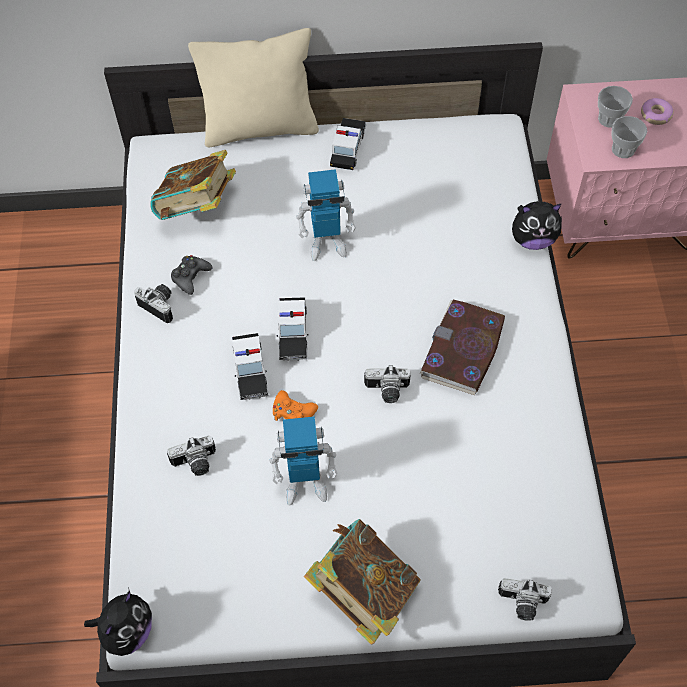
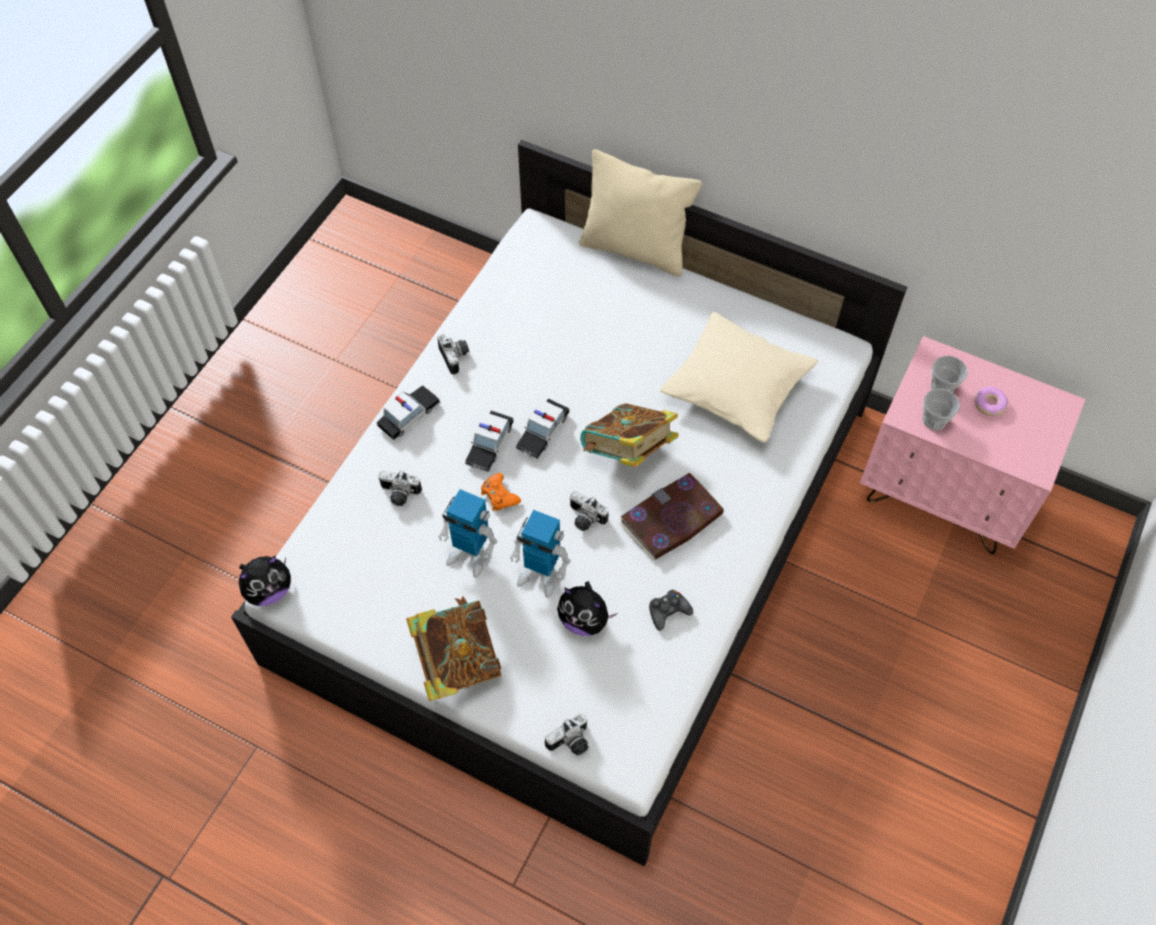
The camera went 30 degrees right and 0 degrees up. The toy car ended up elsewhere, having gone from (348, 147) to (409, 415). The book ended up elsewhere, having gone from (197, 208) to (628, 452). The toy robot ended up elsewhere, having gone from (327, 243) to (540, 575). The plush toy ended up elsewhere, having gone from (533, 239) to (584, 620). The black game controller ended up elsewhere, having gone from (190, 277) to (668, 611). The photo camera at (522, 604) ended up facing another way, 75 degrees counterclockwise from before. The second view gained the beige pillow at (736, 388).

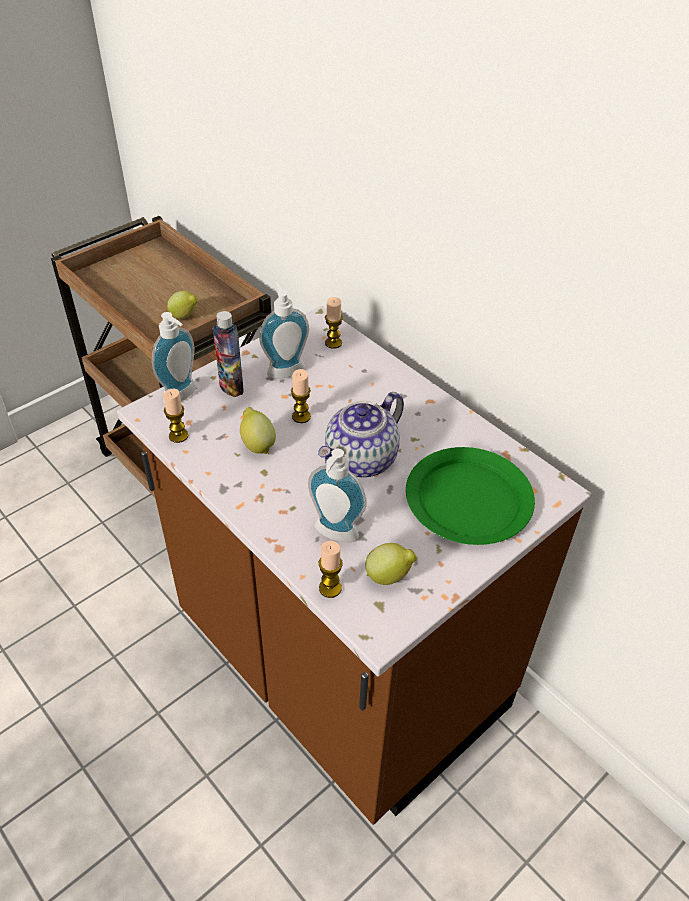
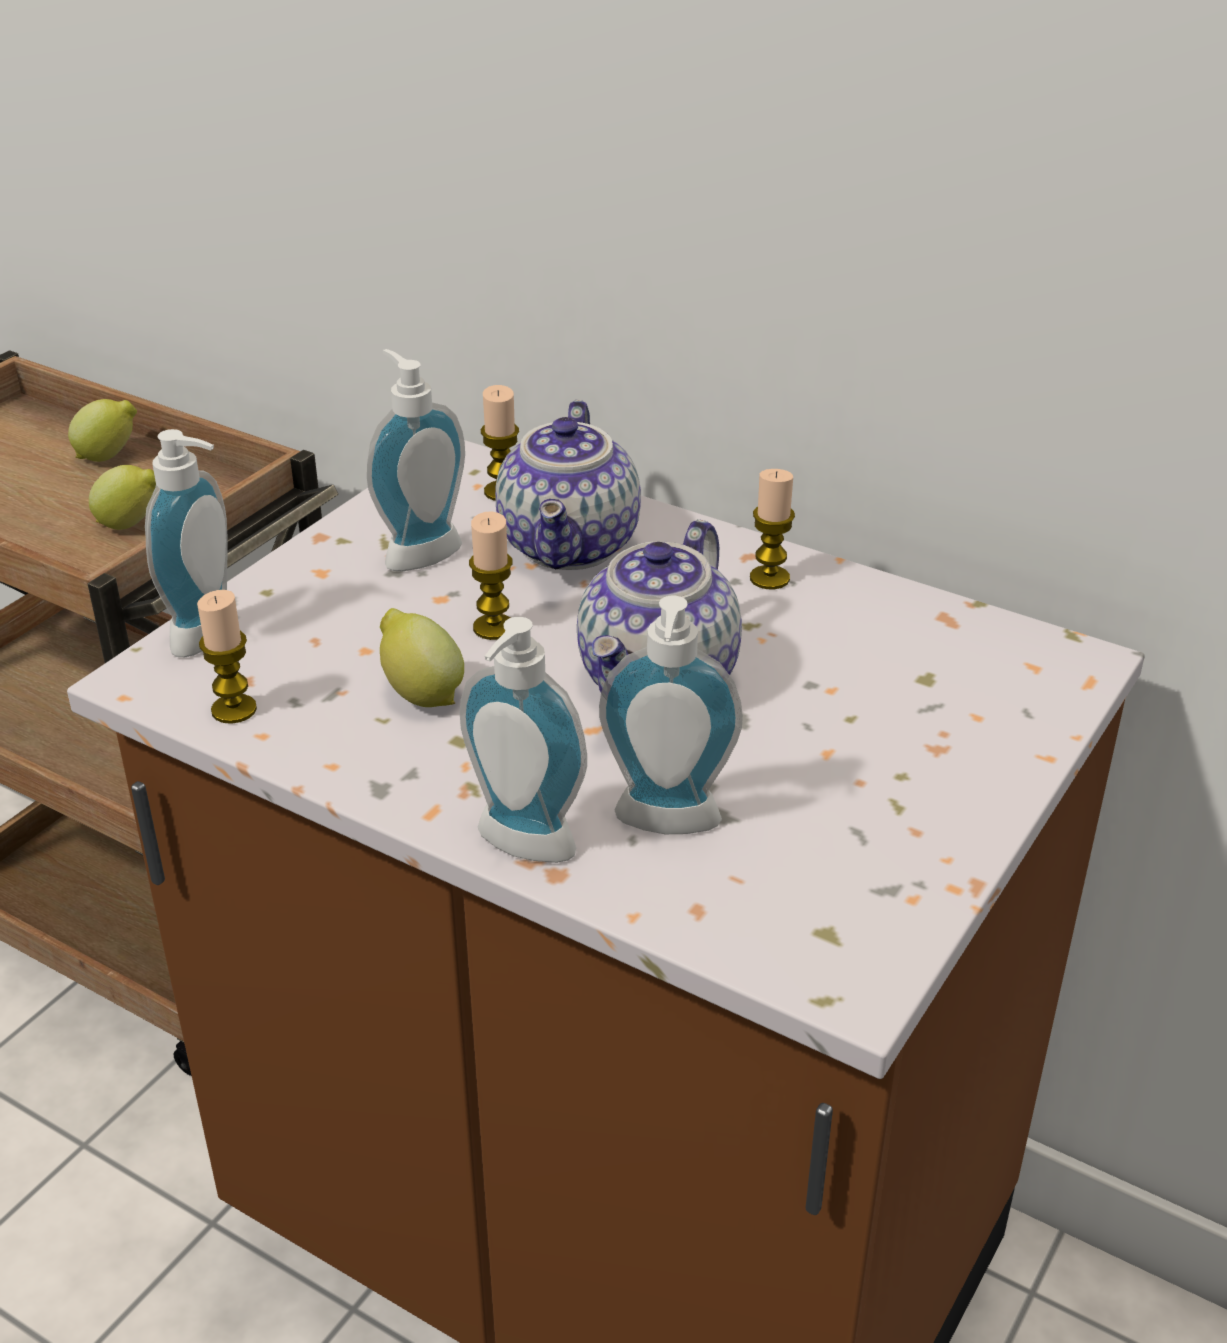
The camera went 15 degrees left and 10 degrees down. The second view lost the bottle at (231, 387). The second view lost the green plate at (468, 500). The candle ended up elsewhere, having gone from (330, 588) to (769, 578). The lemon ended up elsewhere, having gone from (389, 576) to (109, 457). The second view gained the teapot at (572, 547). The second view gained the soap dispenser at (520, 848).

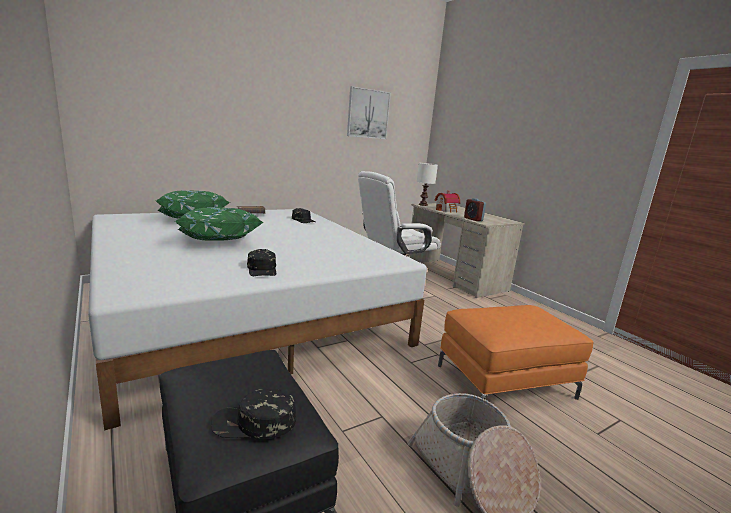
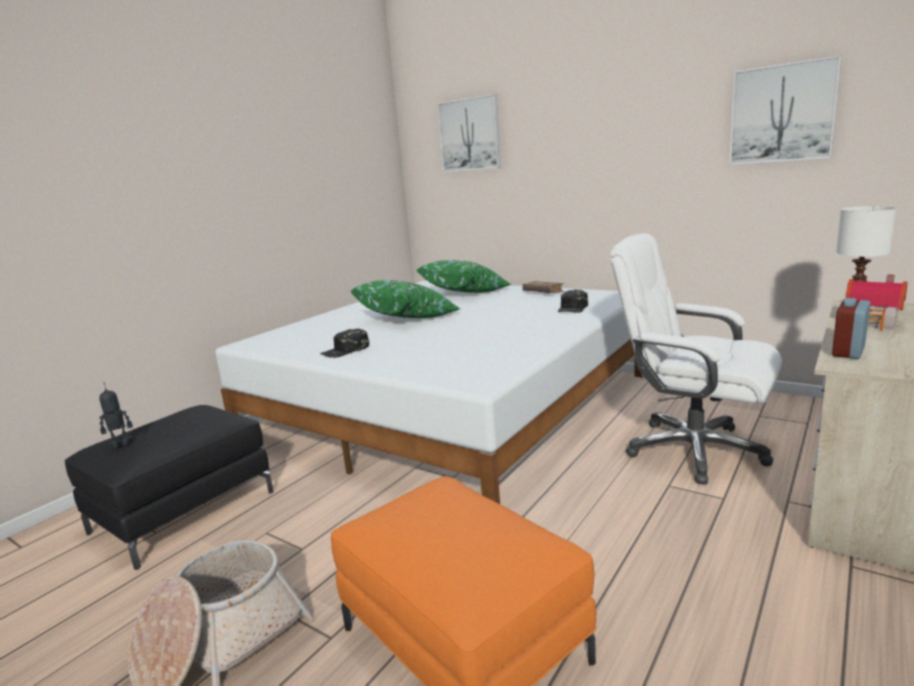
The camera went 70 degrees right and 0 degrees up. Where the black cap stood at (254, 423), the toy robot came to stand at (121, 444). The second view gained the picture at (470, 134).

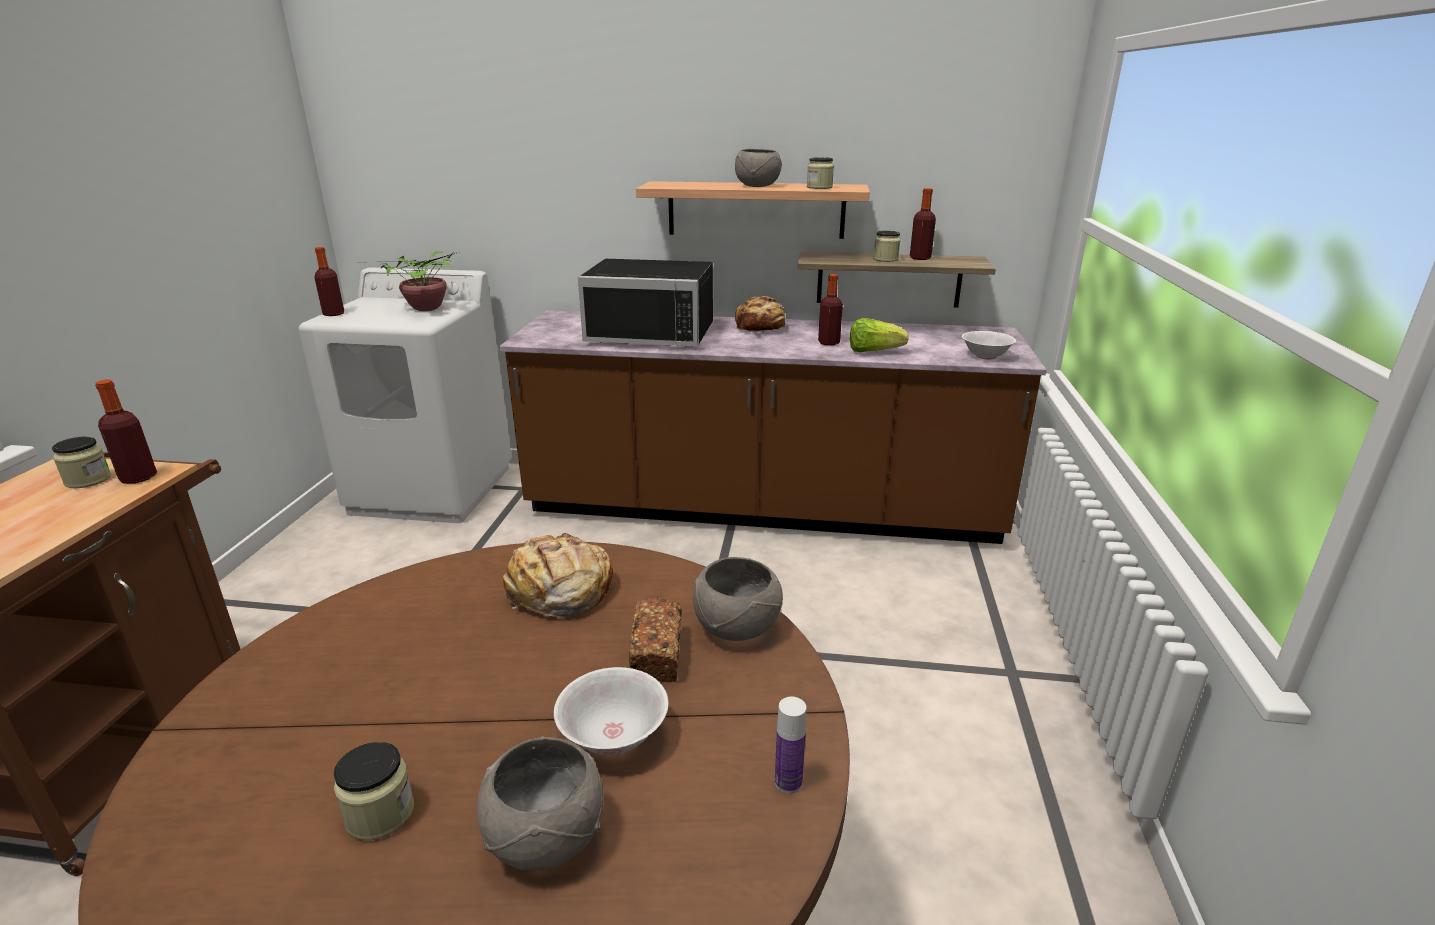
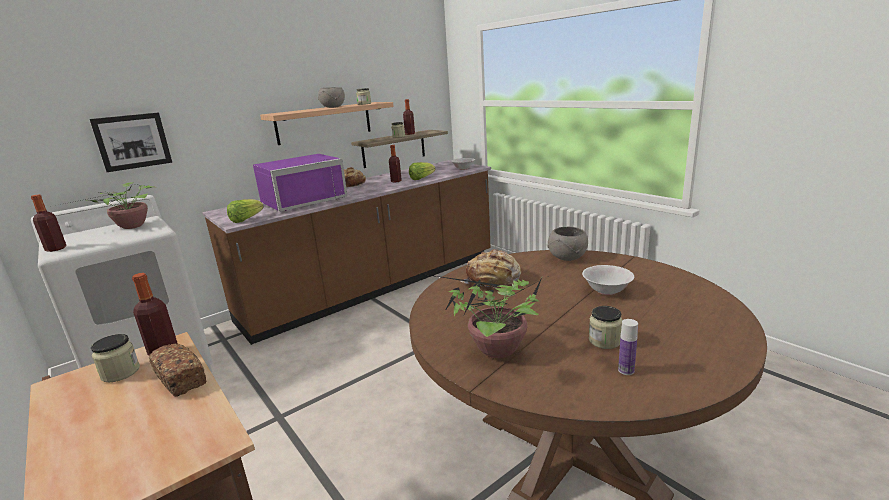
The camera went 45 degrees left and 5 degrees down. What was the black microwave at (653, 332) turned into the purple microwave at (302, 200). The bread ended up elsewhere, having gone from (657, 655) to (181, 380). The bottle ended up elsewhere, having gone from (788, 782) to (626, 370). The second view lost the grey bowl at (546, 839). The second view gained the picture at (132, 141). The second view gained the lettuce at (246, 219). The second view gained the potted plant at (494, 349).

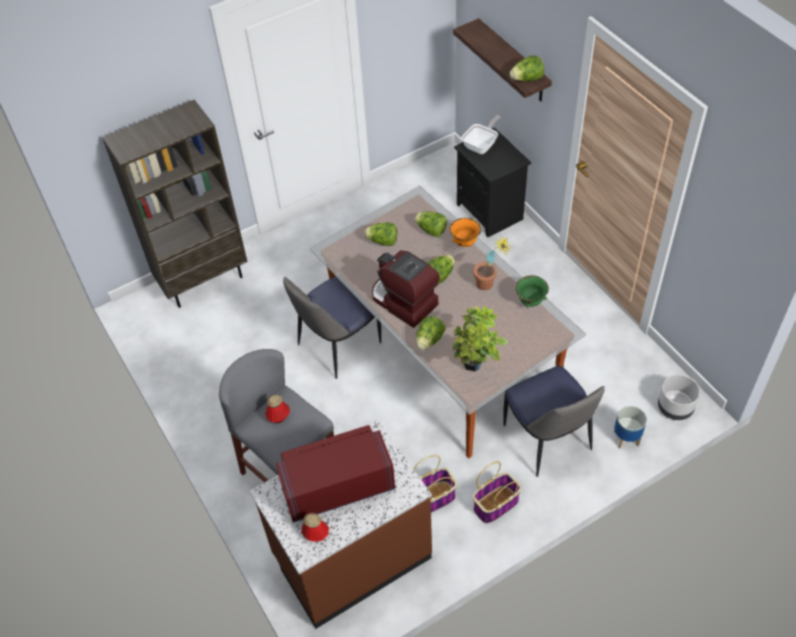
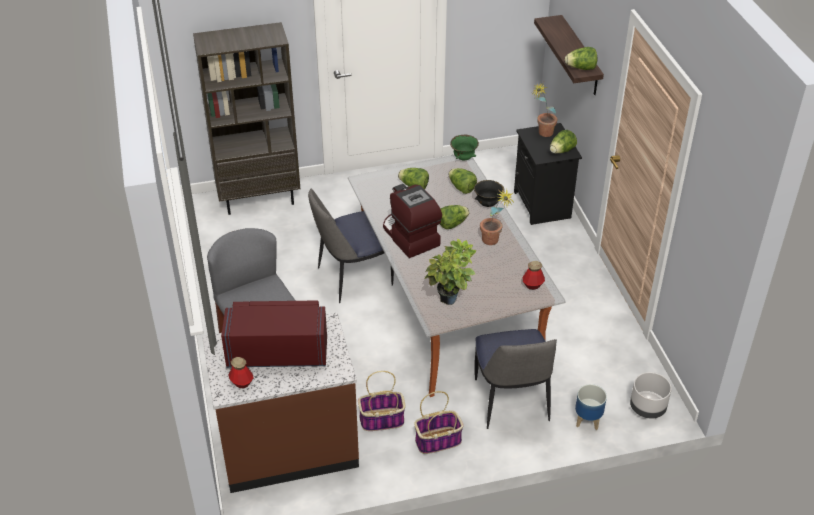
The camera went 15 degrees right and 10 degrees down. Where the frying pan stood at (481, 145), the potted plant came to stand at (542, 134). What was the orange bowl at (465, 243) turned into the black bowl at (488, 204). The green bowl ended up elsewhere, having gone from (530, 301) to (463, 158). The lettuce ended up elsewhere, having gone from (429, 340) to (561, 151). The bottle ended up elsewhere, having gone from (278, 417) to (533, 285).

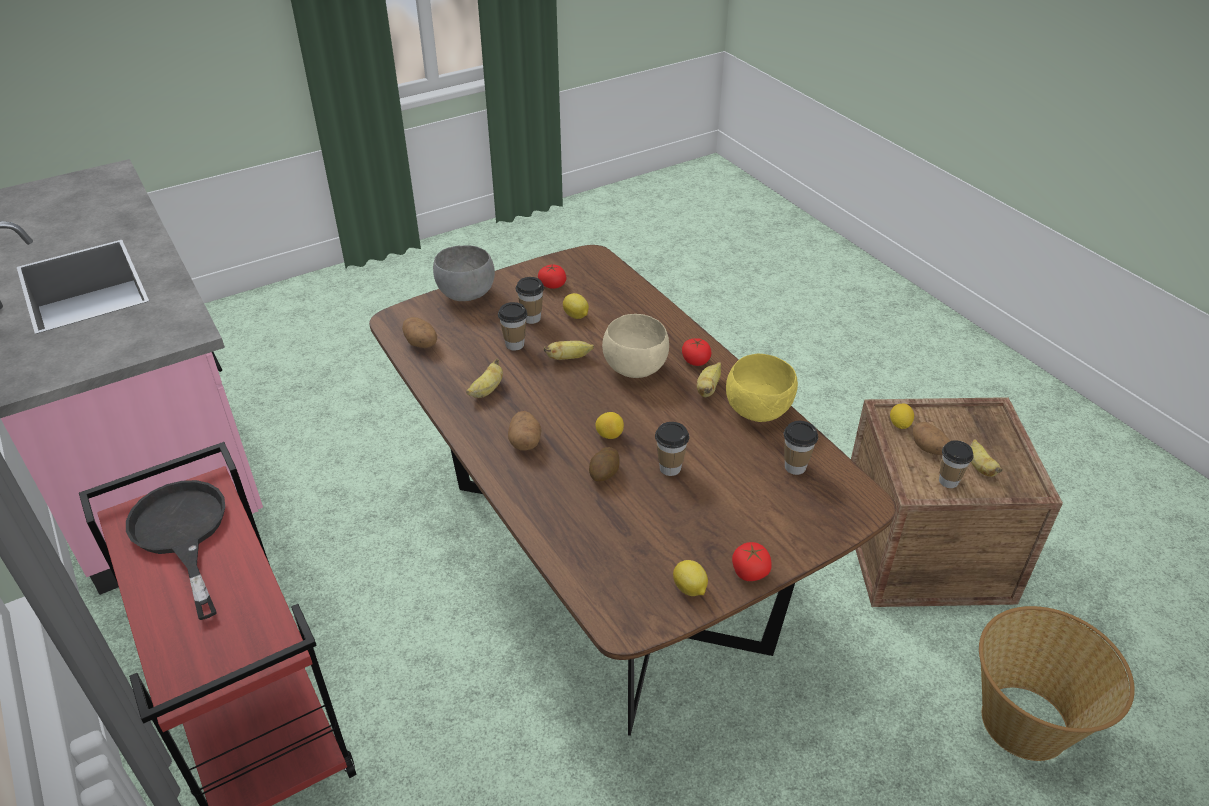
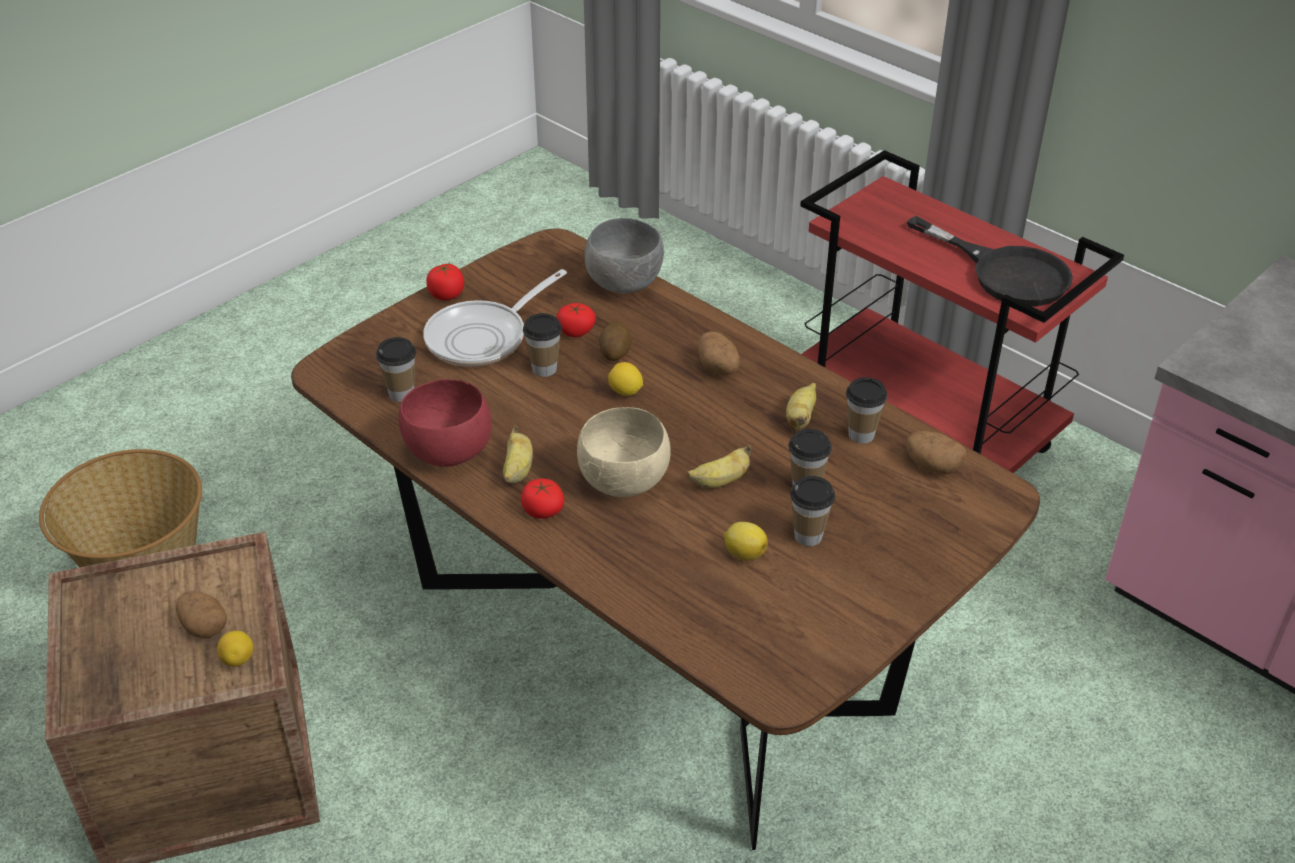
The camera went 165 degrees right and 0 degrees up. The grey bowl ended up elsewhere, having gone from (465, 294) to (626, 284). The tomato ended up elsewhere, having gone from (552, 285) to (576, 331). What was the yellow bowl at (759, 410) turned into the red bowl at (447, 453). The second view lost the banana at (979, 467). The cup ended up elsewhere, having gone from (948, 481) to (861, 435). The second view lost the lemon at (690, 589). The second view gained the frying pan at (483, 337).

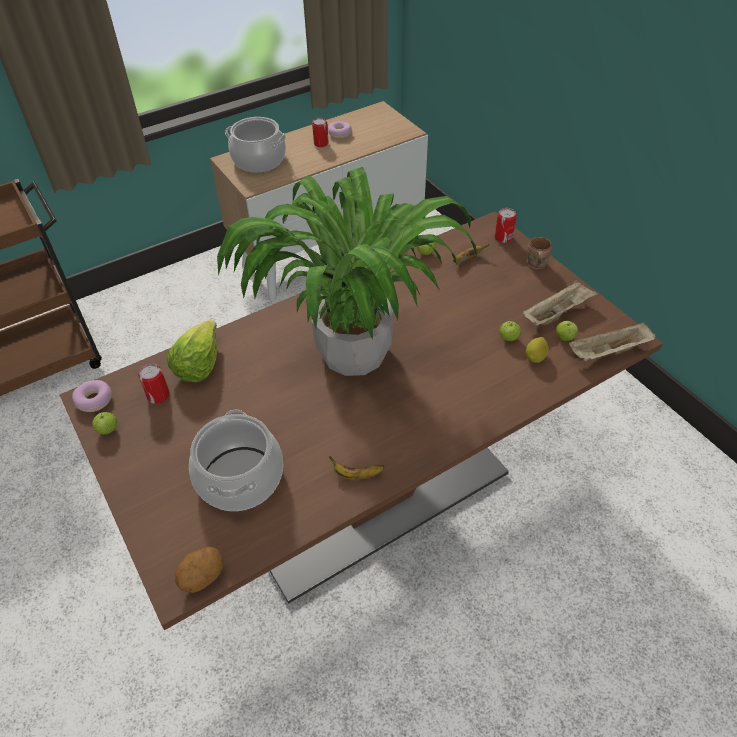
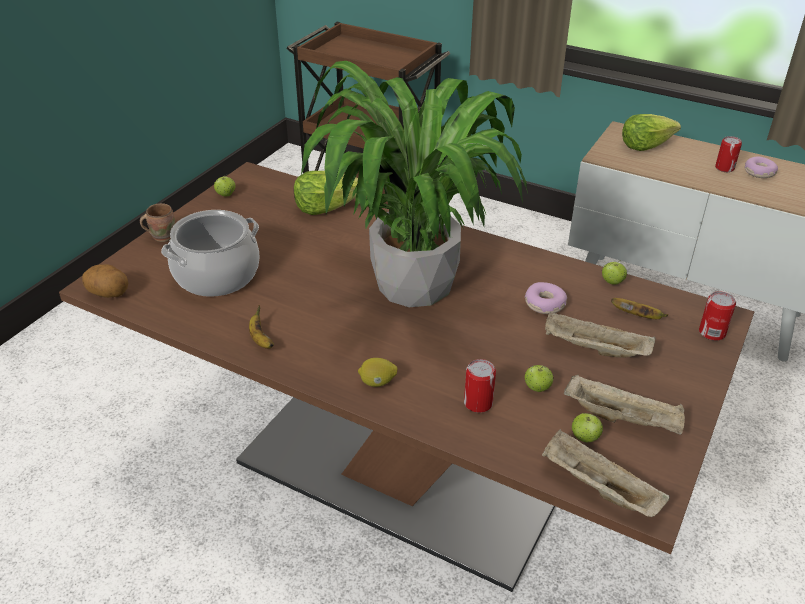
The camera went 60 degrees right and 10 degrees down. Where the cooking pot stood at (258, 160), the lettuce came to stand at (645, 145). The brown mug ended up elsewhere, having gone from (535, 265) to (162, 236). The lemon ended up elsewhere, having gone from (535, 357) to (377, 382). The can ended up elsewhere, having gone from (158, 395) to (478, 403). The donut ended up elsewhere, having gone from (94, 400) to (544, 304). The second view gained the beige tray at (593, 349).

